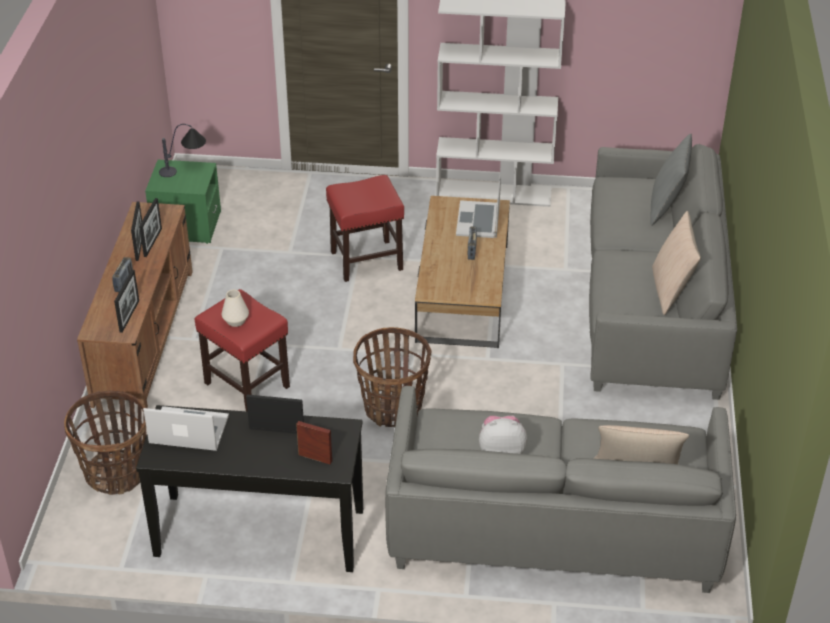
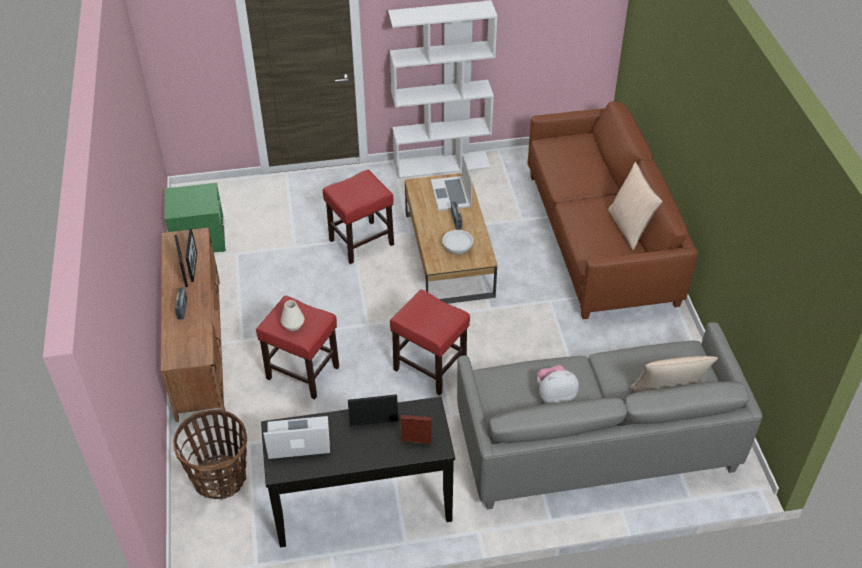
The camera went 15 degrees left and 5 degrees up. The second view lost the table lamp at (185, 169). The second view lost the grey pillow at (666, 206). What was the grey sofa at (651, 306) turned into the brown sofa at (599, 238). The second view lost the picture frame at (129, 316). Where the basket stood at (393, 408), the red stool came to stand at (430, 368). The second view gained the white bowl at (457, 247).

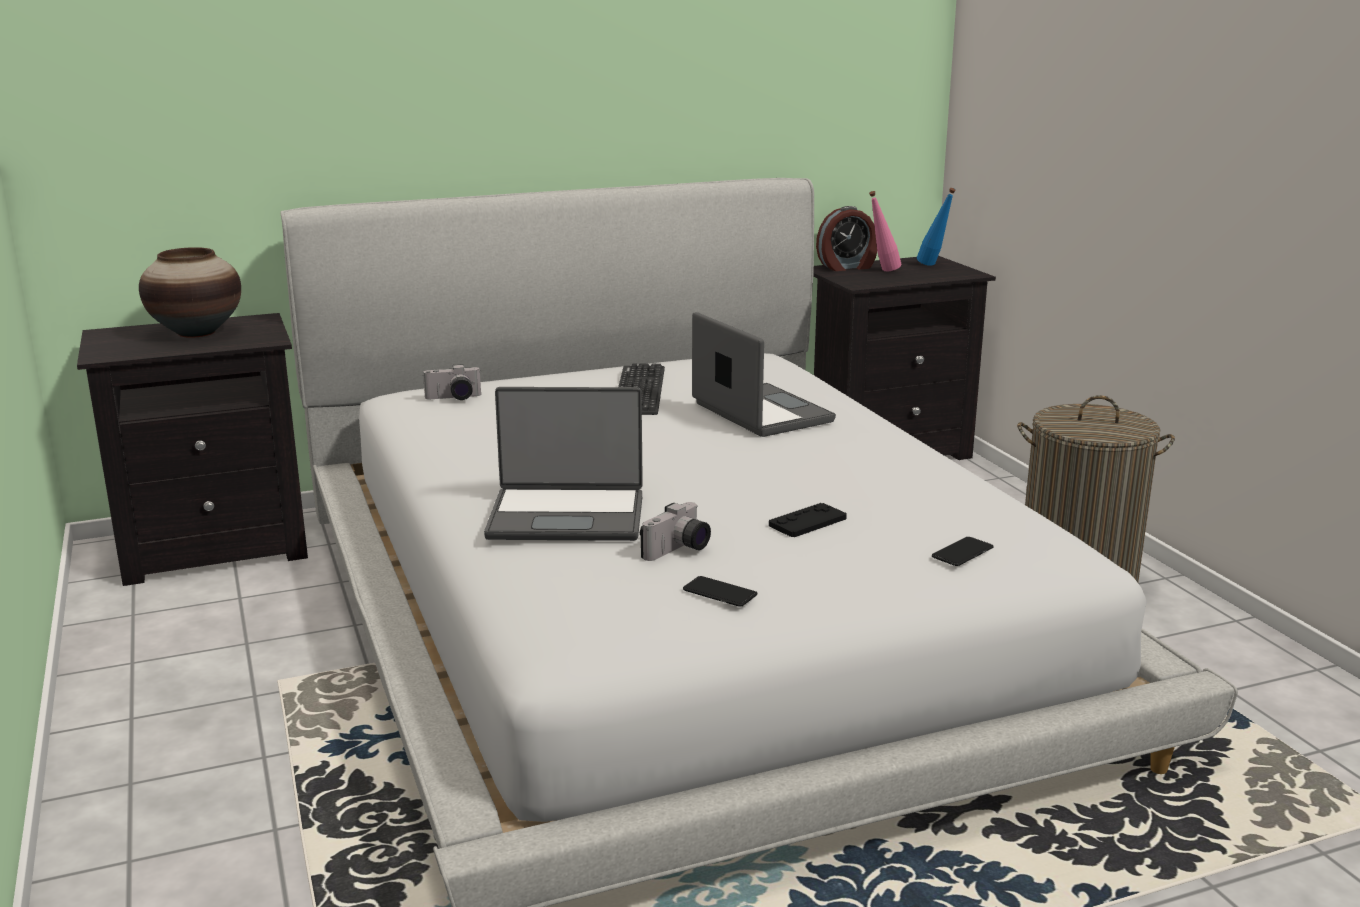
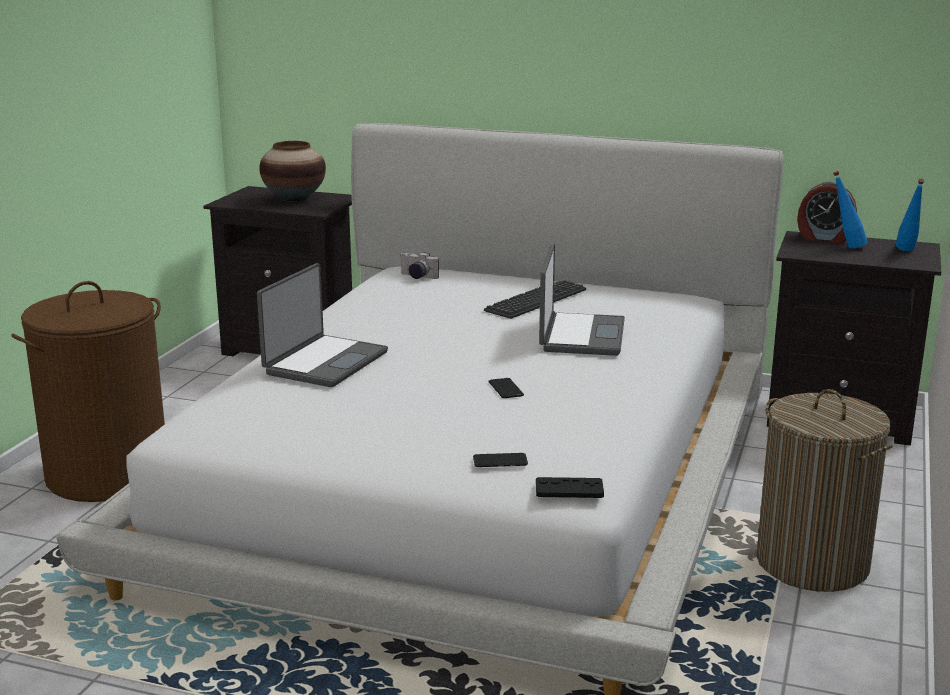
The camera went 40 degrees right and 0 degrees up. What was the pink bottle at (882, 271) turned into the blue bottle at (845, 247). The laptop at (567, 516) ended up facing another way, 105 degrees counterclockwise from before. The second view lost the photo camera at (679, 550). The black game controller ended up elsewhere, having gone from (807, 522) to (569, 489). The phone ended up elsewhere, having gone from (719, 593) to (505, 389). The second view gained the brown laundry basket at (107, 474).

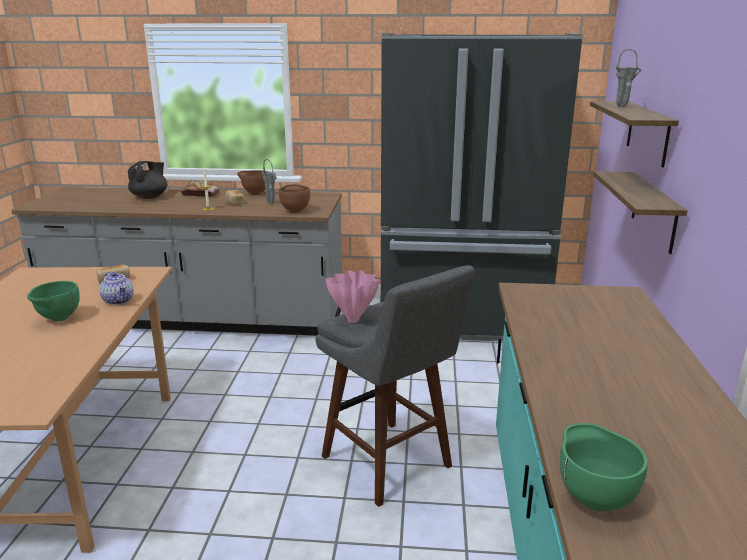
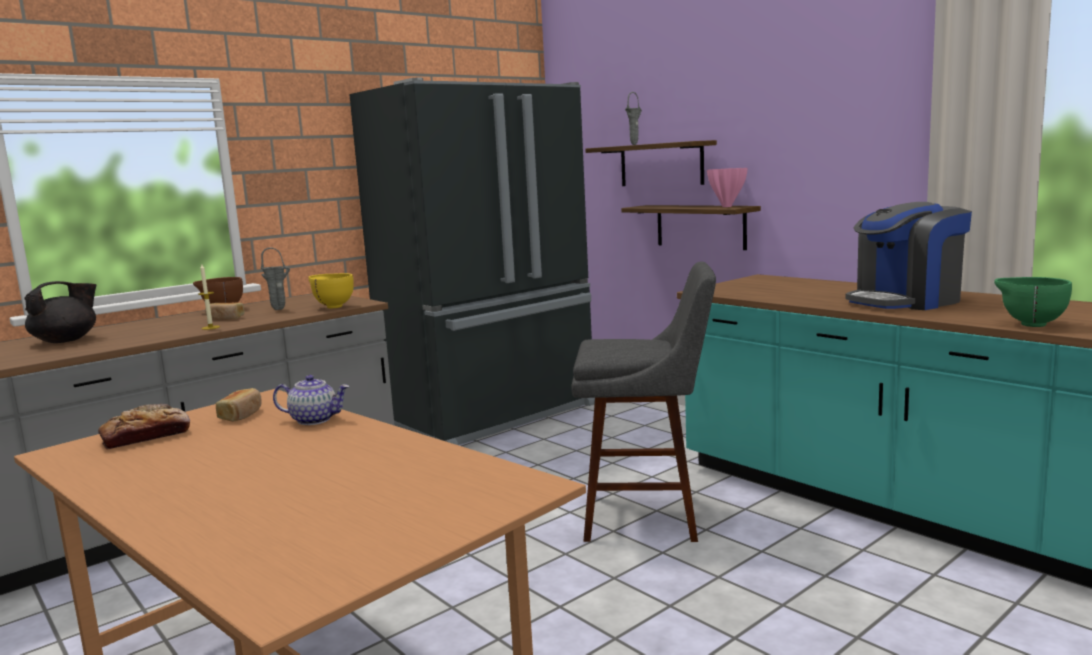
The camera went 45 degrees left and 10 degrees down. The black teapot at (150, 197) ended up facing another way, 60 degrees clockwise from before. The bread ended up elsewhere, having gone from (200, 194) to (146, 437). What was the brown bowl at (295, 211) turned into the yellow bowl at (333, 307). The pink vase ended up elsewhere, having gone from (354, 320) to (727, 206). The second view lost the green bowl at (57, 319). The second view gained the coffee machine at (905, 301).

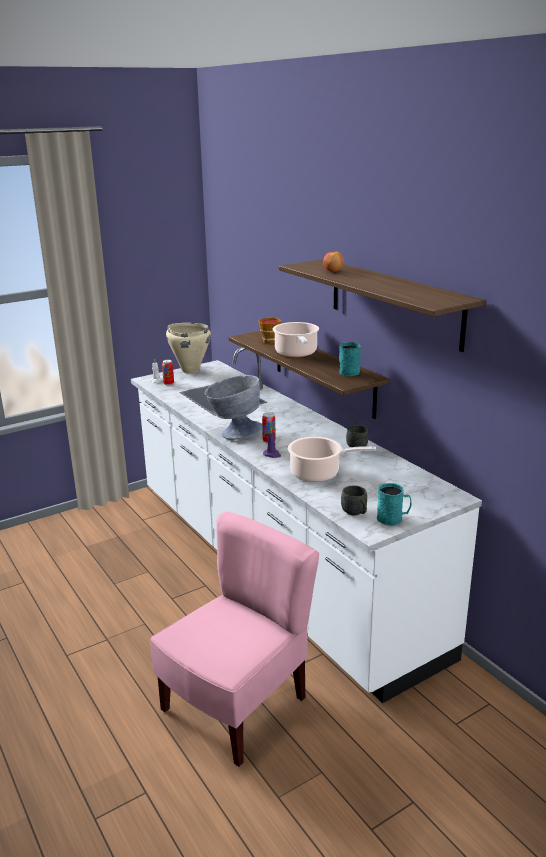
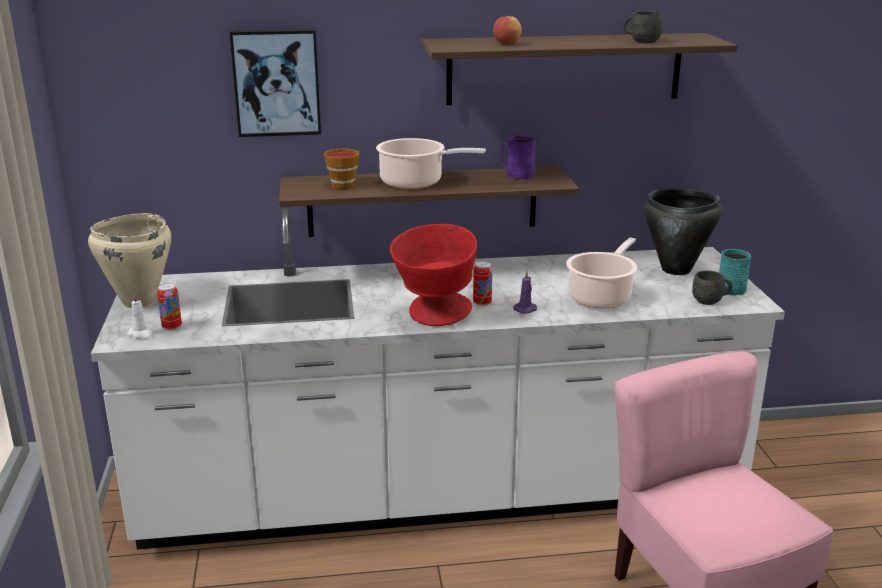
The camera went 65 degrees left and 0 degrees up. What was the turquoise mug at (349, 371) turned into the purple mug at (516, 174). What was the grey bowl at (234, 433) turned into the red bowl at (433, 318). The grey mug ended up elsewhere, having gone from (356, 446) to (641, 41). The second view gained the picture at (276, 83). The second view gained the black cooking pot at (676, 270).

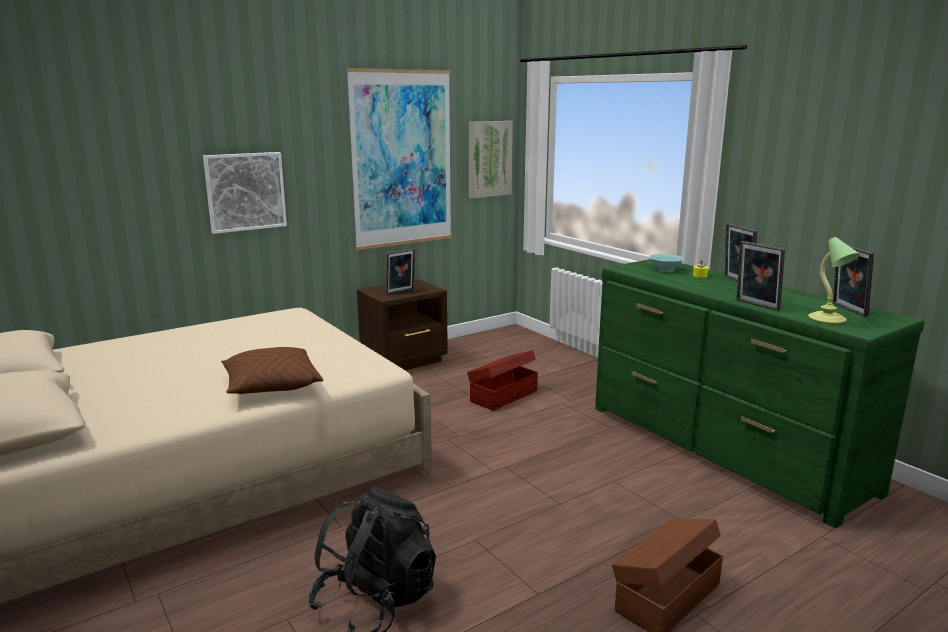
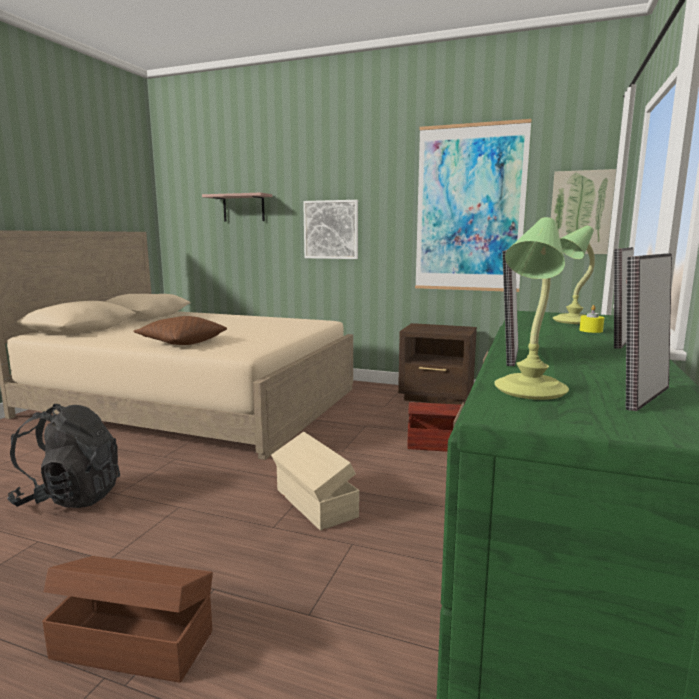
The camera went 55 degrees right and 5 degrees down. The second view lost the picture frame at (401, 292). Where the turquoise bowl stood at (665, 270), the table lamp came to stand at (571, 321). The second view gained the shelf at (243, 208). The second view gained the beige storage box at (315, 504).

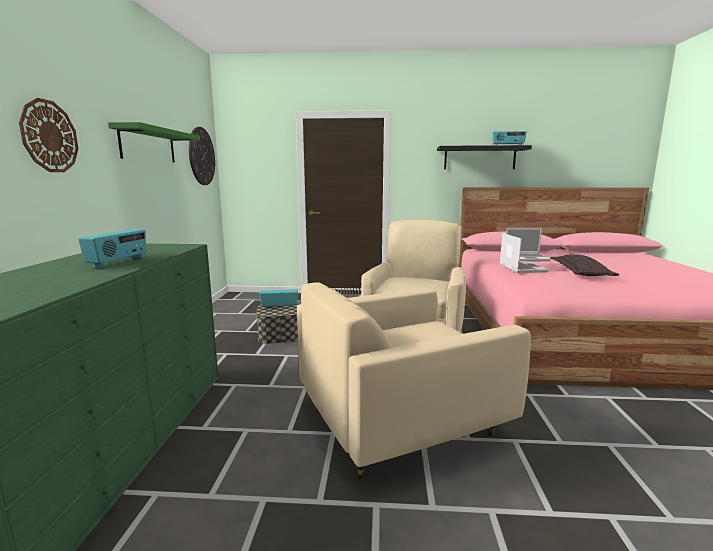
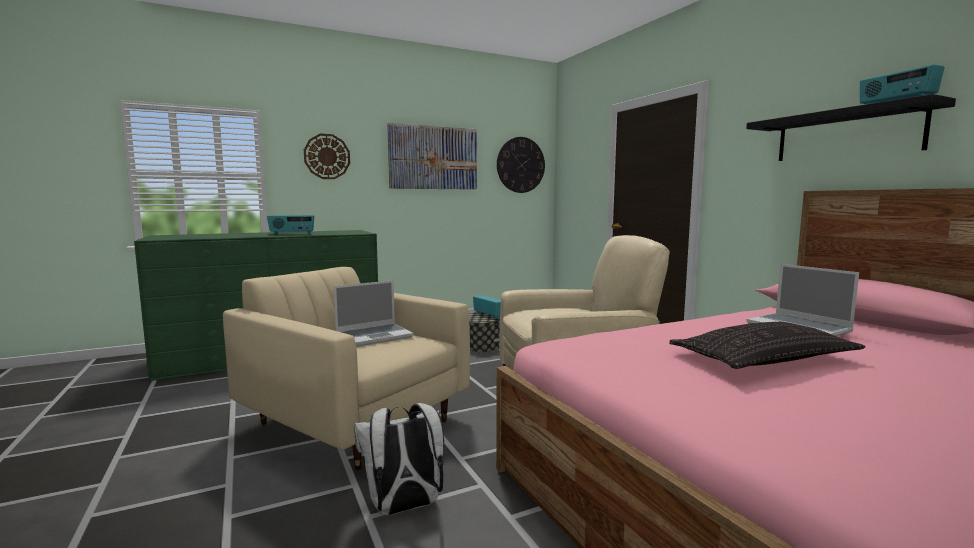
The camera went 60 degrees right and 5 degrees down. Where the green shelf hung at (148, 145), the picture came to hang at (433, 158). The laptop ended up elsewhere, having gone from (521, 268) to (374, 336). The second view gained the white backpack at (404, 508).

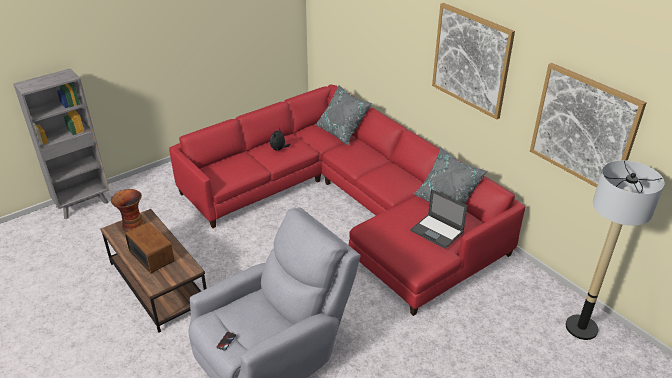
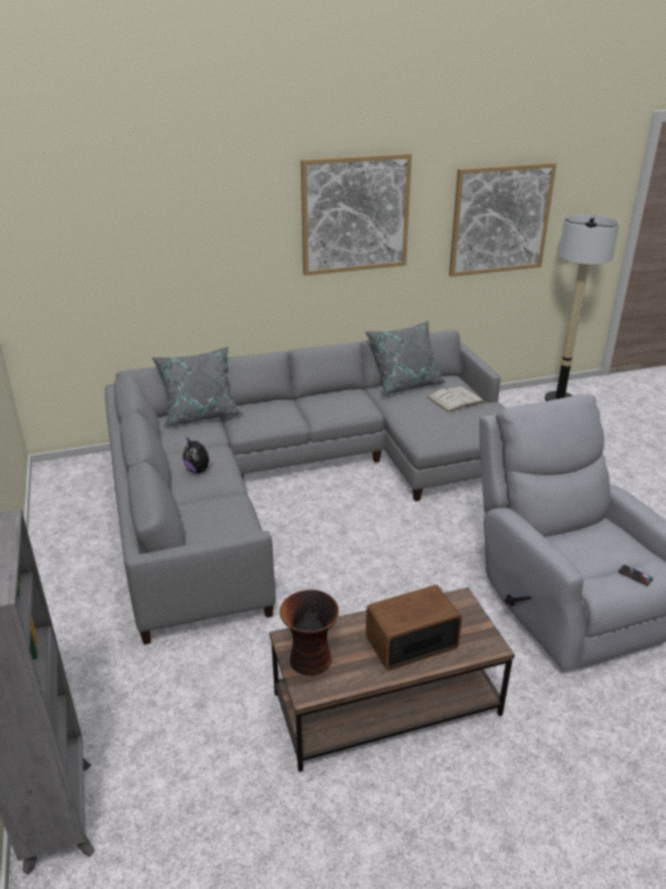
The camera went 70 degrees left and 5 degrees down. What was the red sofa at (348, 205) turned into the grey sofa at (299, 478). Where the laptop stood at (437, 231), the white book came to stand at (455, 399).

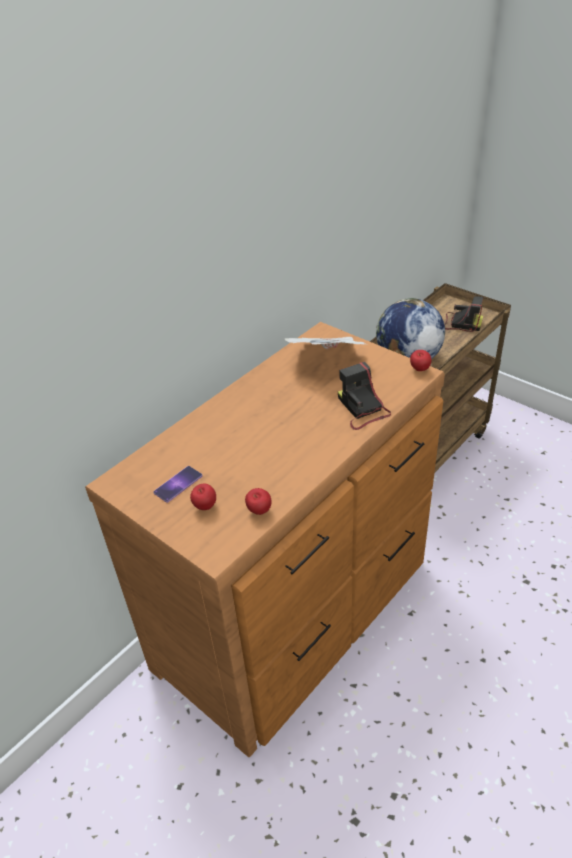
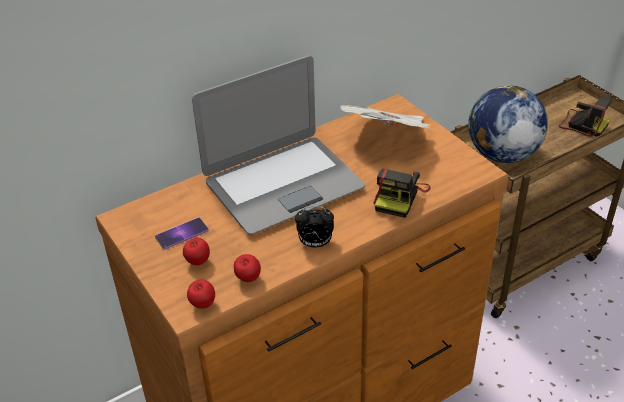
The camera went 15 degrees right and 0 degrees up. The apple ended up elsewhere, having gone from (419, 370) to (202, 305). The photo camera at (362, 409) ended up facing another way, 150 degrees counterclockwise from before. The second view gained the laptop at (282, 184). The second view gained the alarm clock at (315, 244).

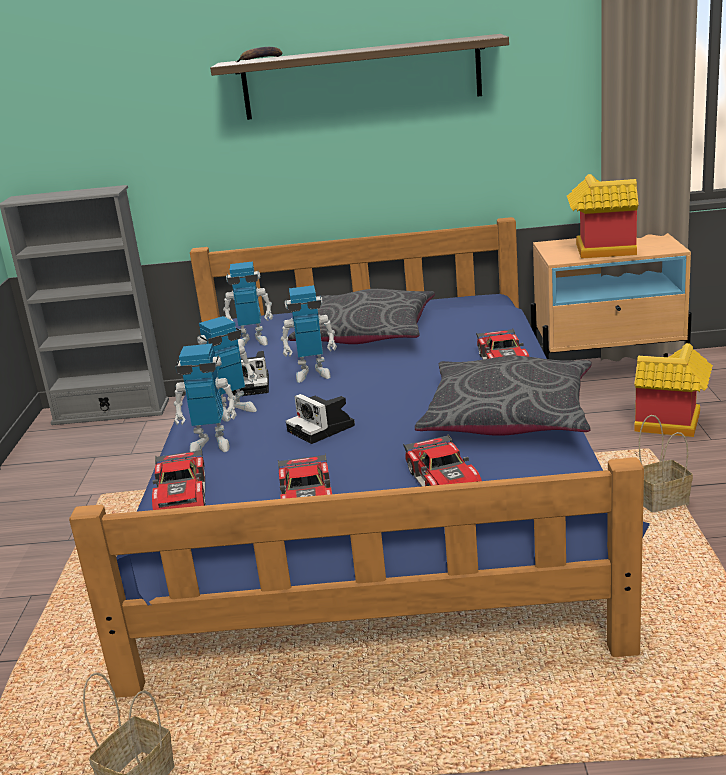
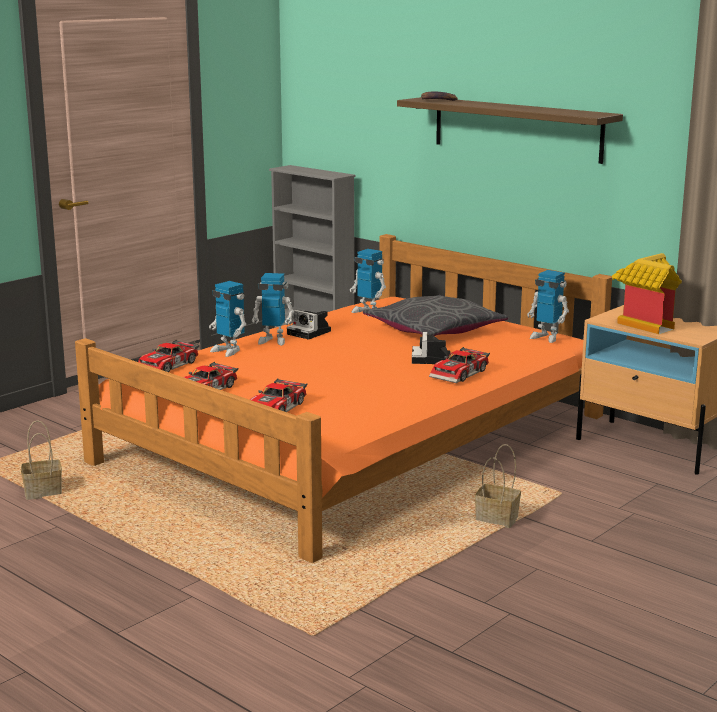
The camera went 40 degrees right and 5 degrees down. What was the blue bed at (371, 491) turned into the orange bed at (356, 439). The toy robot ended up elsewhere, having gone from (312, 374) to (546, 337). The second view lost the toy house at (671, 426). The second view lost the grey pillow at (508, 416). The photo camera ended up elsewhere, having gone from (323, 429) to (431, 360).

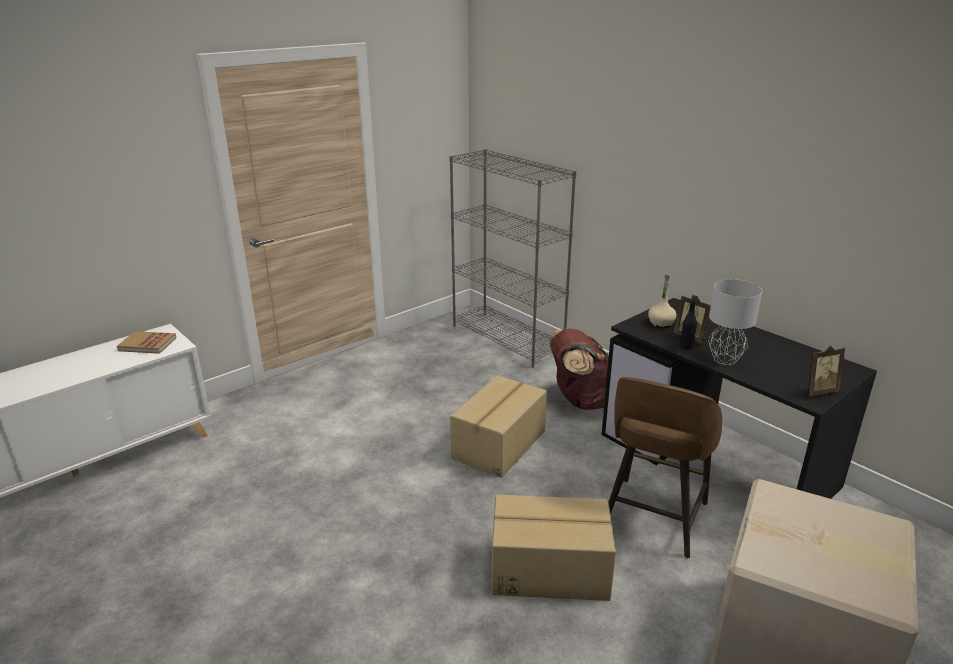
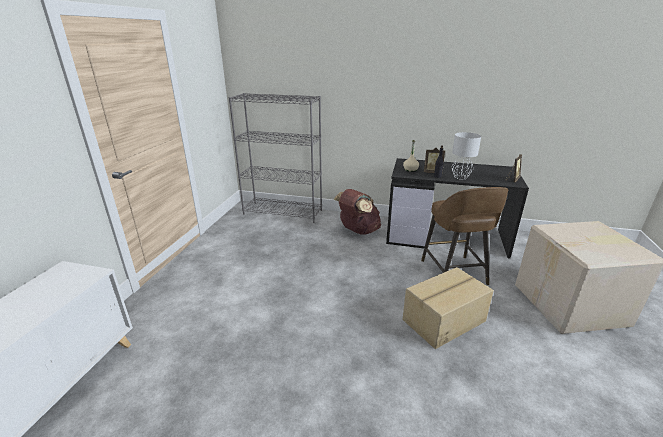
The camera went 35 degrees left and 0 degrees up. The second view lost the book at (147, 344). The second view lost the cardboard box at (500, 445).

